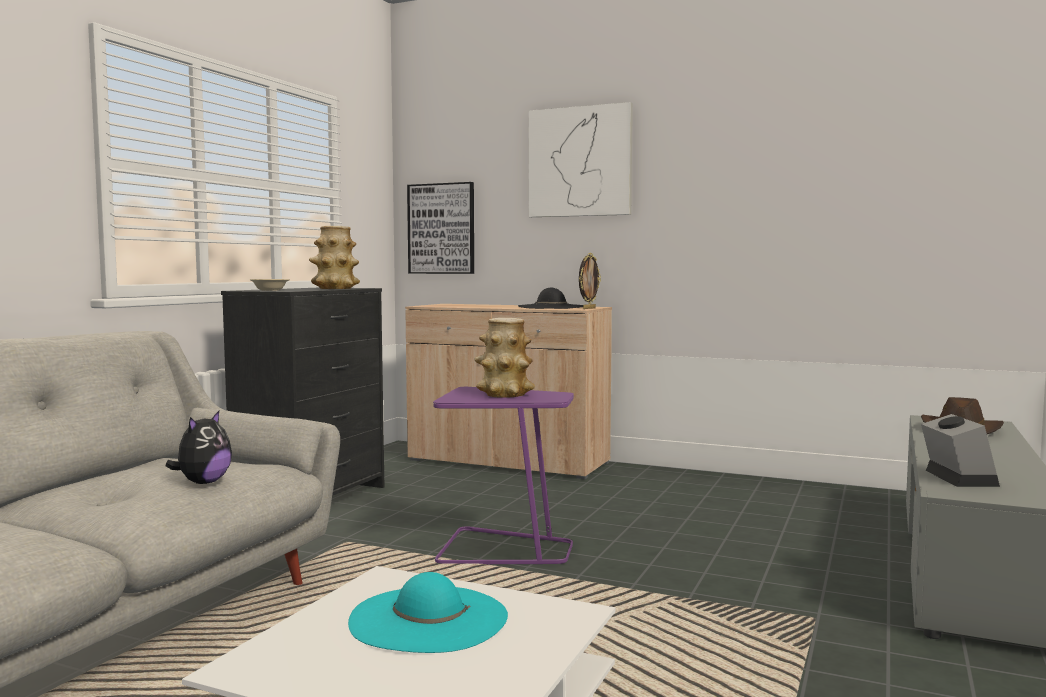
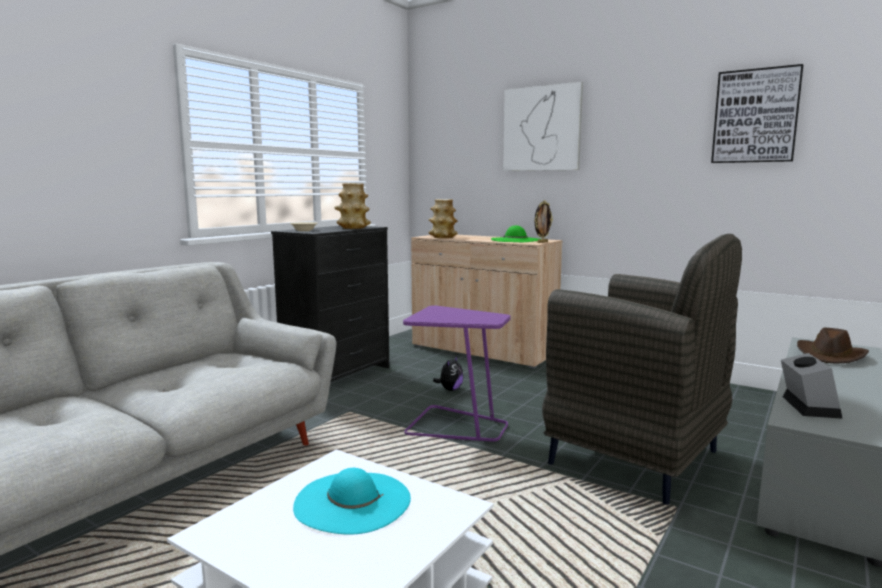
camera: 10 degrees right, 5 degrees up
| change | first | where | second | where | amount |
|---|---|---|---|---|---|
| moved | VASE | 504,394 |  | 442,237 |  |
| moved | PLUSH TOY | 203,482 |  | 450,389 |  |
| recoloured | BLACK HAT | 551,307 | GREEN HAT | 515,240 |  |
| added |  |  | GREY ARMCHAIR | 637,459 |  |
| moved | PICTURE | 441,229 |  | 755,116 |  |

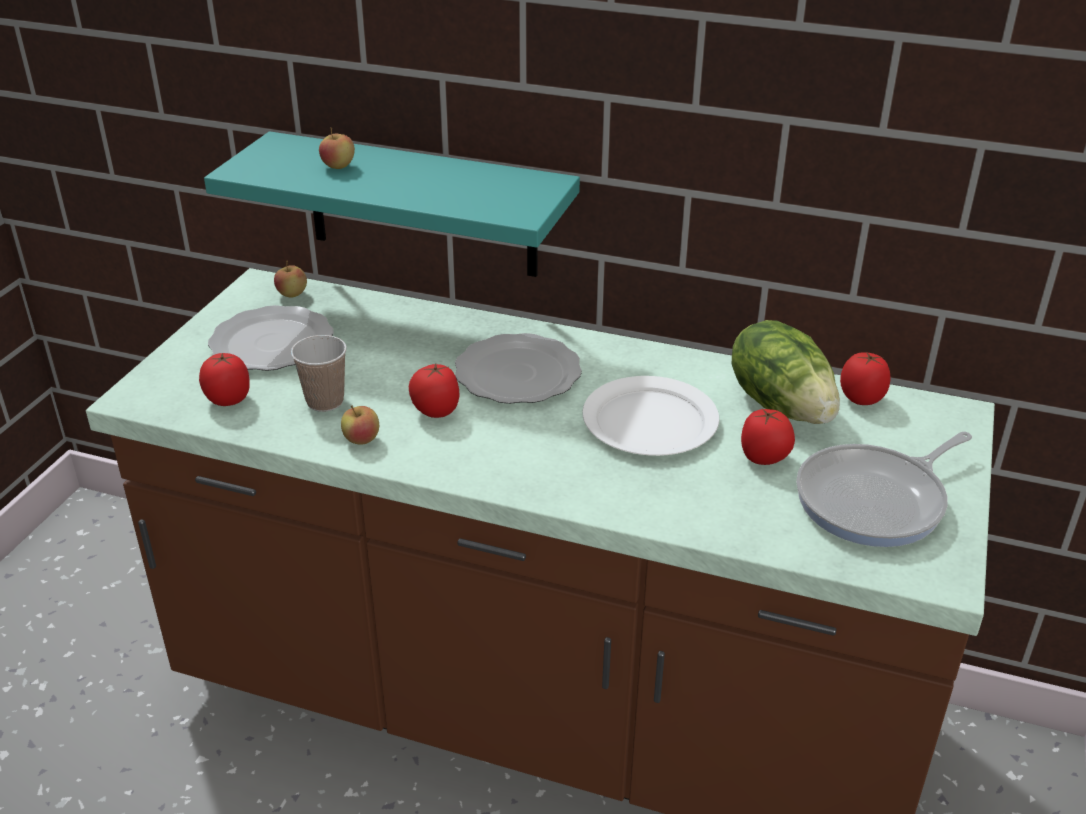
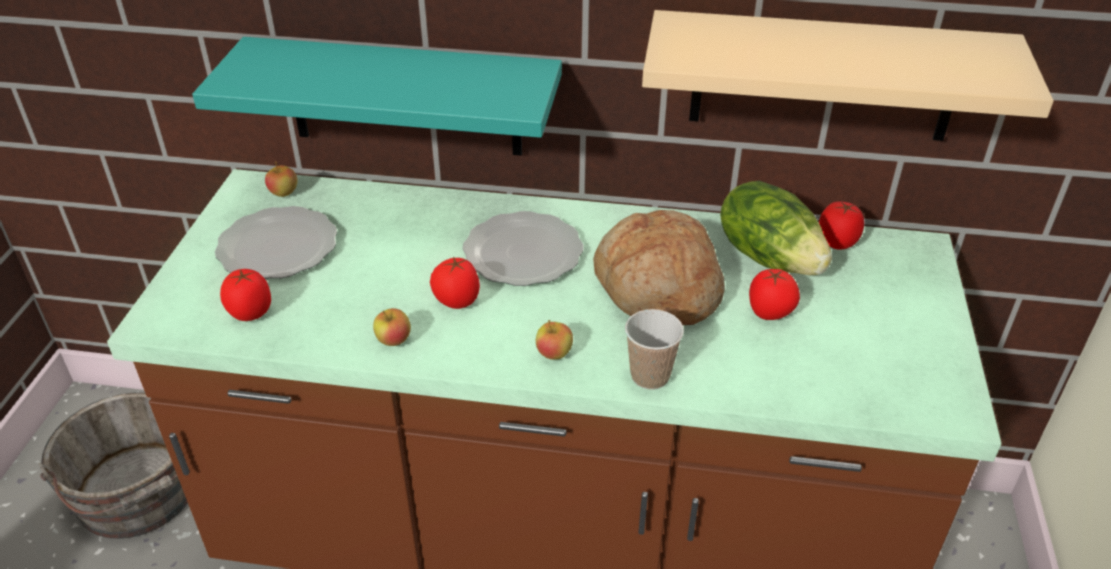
camera: 10 degrees left, 5 degrees up
| change | first | where | second | where | amount |
|---|---|---|---|---|---|
| added |  |  | GREY BUCKET | 140,496 |  |
| moved | APPLE | 338,166 |  | 554,353 |  |
| replaced | WHITE PLATE | 649,421 | BREAD | 657,288 |  |
| moved | CUP | 325,401 |  | 650,376 |  |
| added |  |  | BEIGE SHELF | 824,77 |  |
| removed | FRYING PAN | 876,501 |  |  |  |

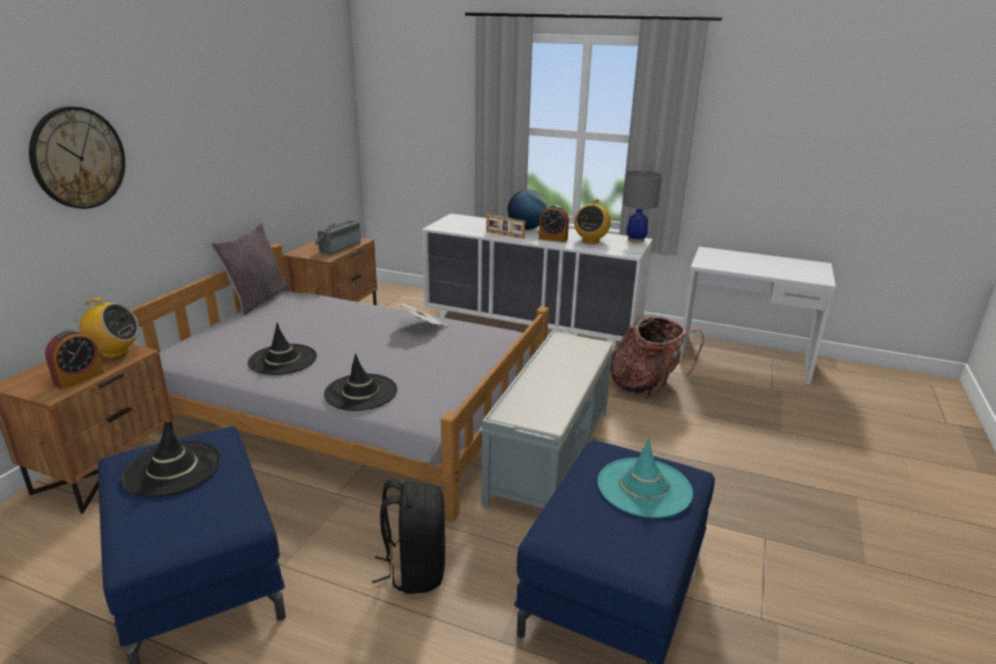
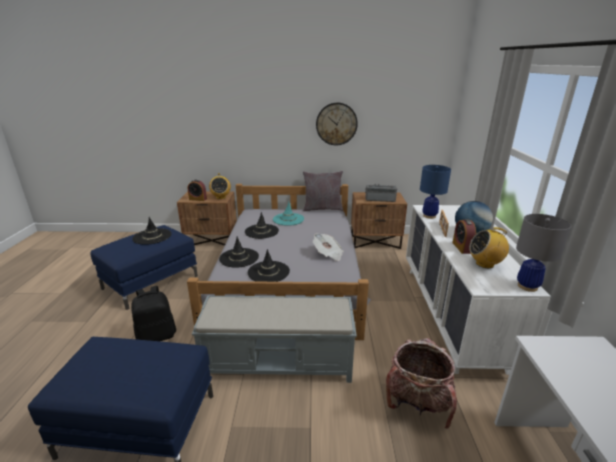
camera: 70 degrees right, 0 degrees up
| change | first | where | second | where | amount |
|---|---|---|---|---|---|
| added |  |  | BLACK HAT | 268,272 |  |
| moved | TURQUOISE HAT | 644,487 |  | 288,219 |  |
| moved | WALL CLOCK | 78,158 |  | 336,124 |  |
| added |  |  | BLUE TABLE LAMP | 429,216 |  |

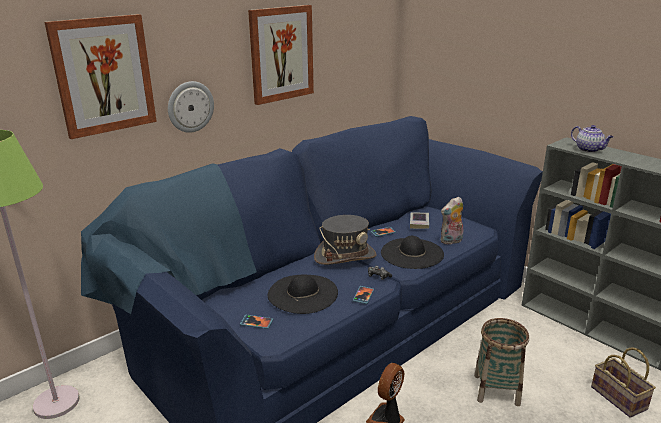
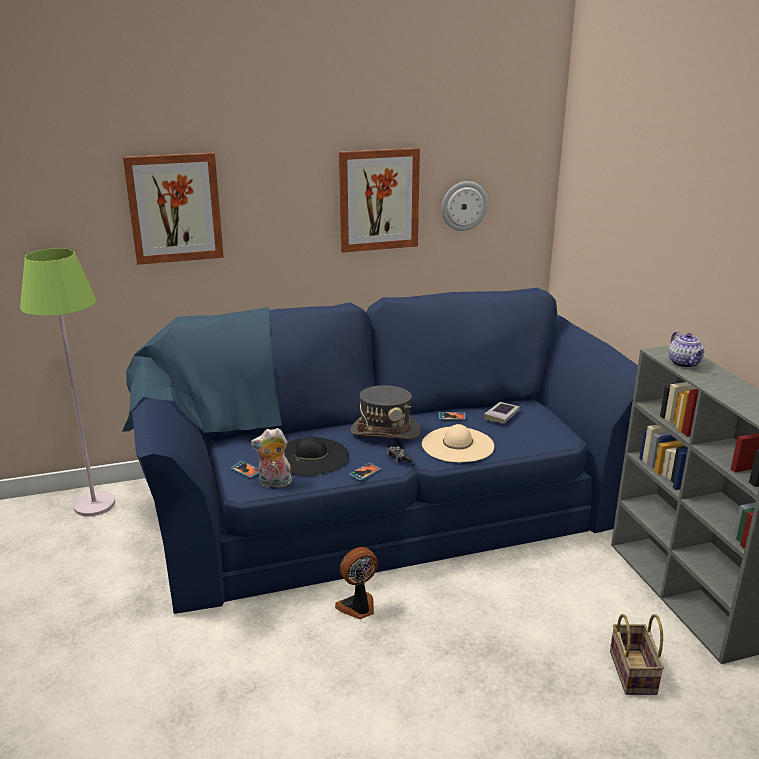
camera: 25 degrees right, 0 degrees up
| change | first | where | second | where | amount |
|---|---|---|---|---|---|
| moved | PLUSH TOY | 451,241 |  | 274,483 |  |
| recoloured | BLACK HAT | 412,253 | BEIGE HAT | 458,445 |  |
| moved | WALL CLOCK | 190,106 |  | 464,206 |  |
| removed | BASKET | 496,389 |  |  |  |

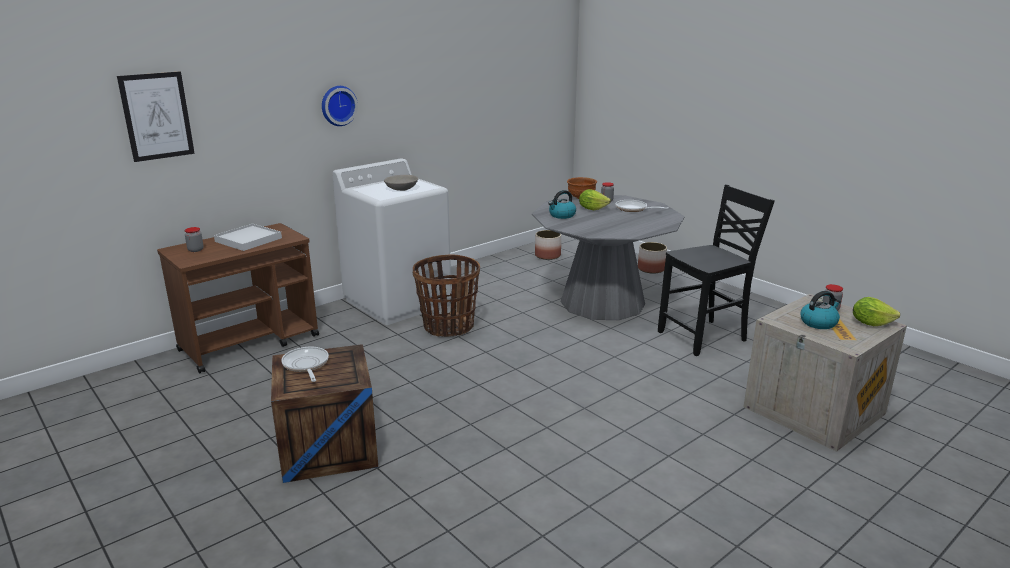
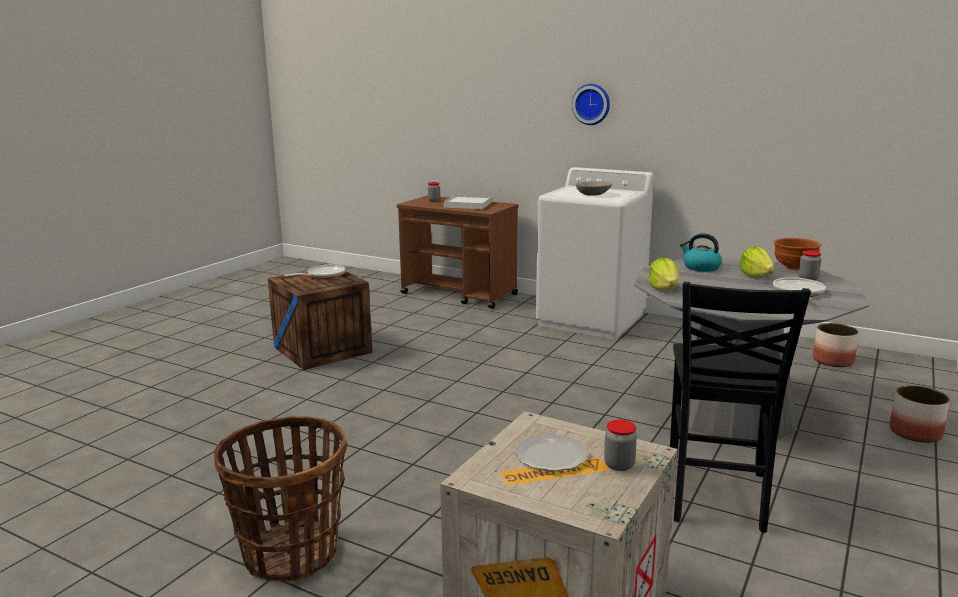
camera: 70 degrees right, 5 degrees down
| change | first | where | second | where | amount |
|---|---|---|---|---|---|
| moved | BASKET | 448,327 |  | 291,553 |  |
| replaced | KETTLE | 818,323 | PLATE | 551,455 |  |
| moved | LETTUCE | 870,323 |  | 664,289 |  |
| turned | BLACK CHAIR | 704,337 |  | 716,497 | 60 degrees clockwise |
| removed | PICTURE | 157,116 |  |  |  |

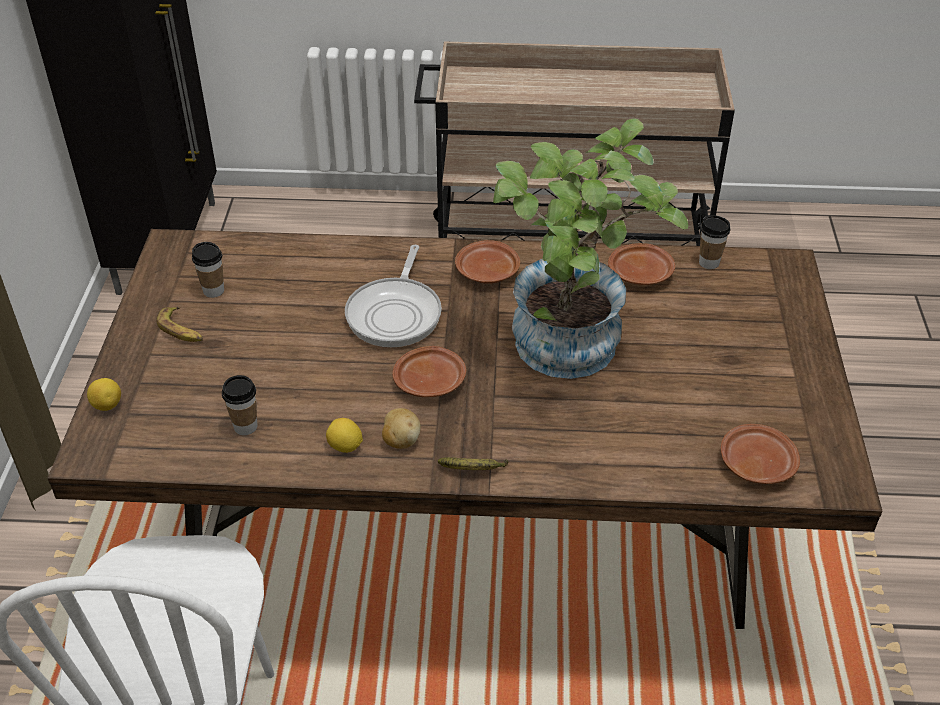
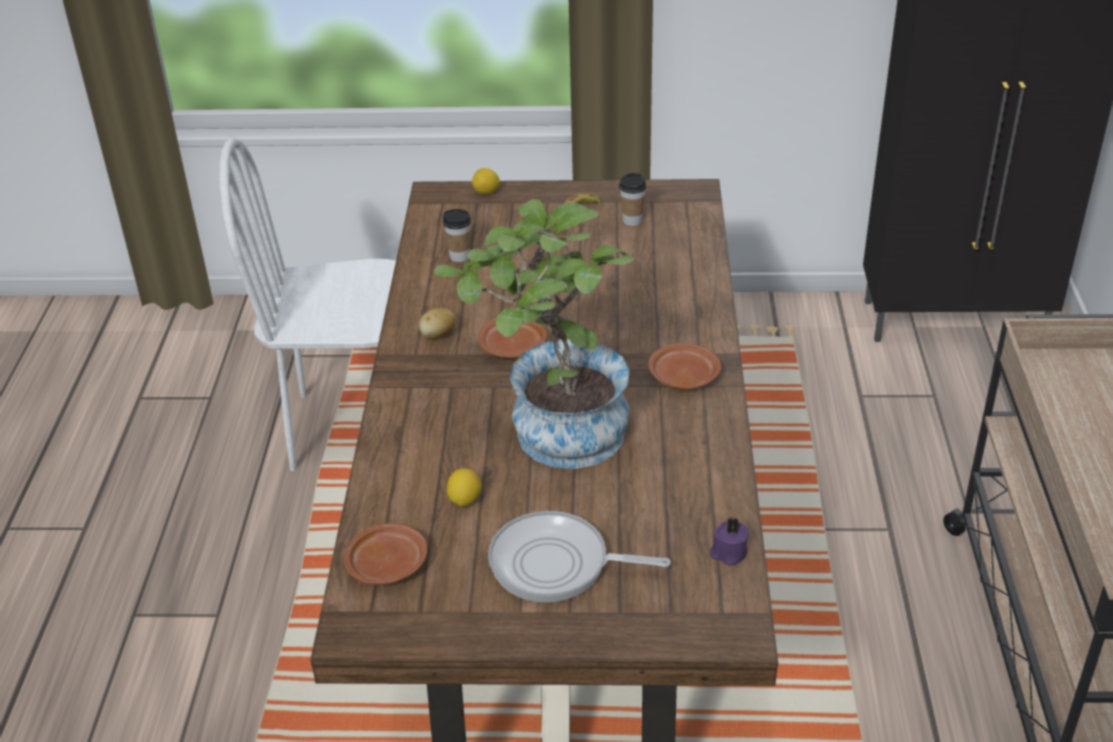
camera: 90 degrees right, 5 degrees down
| change | first | where | second | where | amount |
|---|---|---|---|---|---|
| moved | LEMON | 345,447 |  | 464,500 |  |
| moved | FRYING PAN | 396,313 |  | 556,565 |  |
| replaced | CUP | 709,263 | PURPLE CANDLE | 728,553 |  |
| removed | BANANA | 473,470 |  |  |  |
| removed | BROWN PLATE | 641,273 |  |  |  |

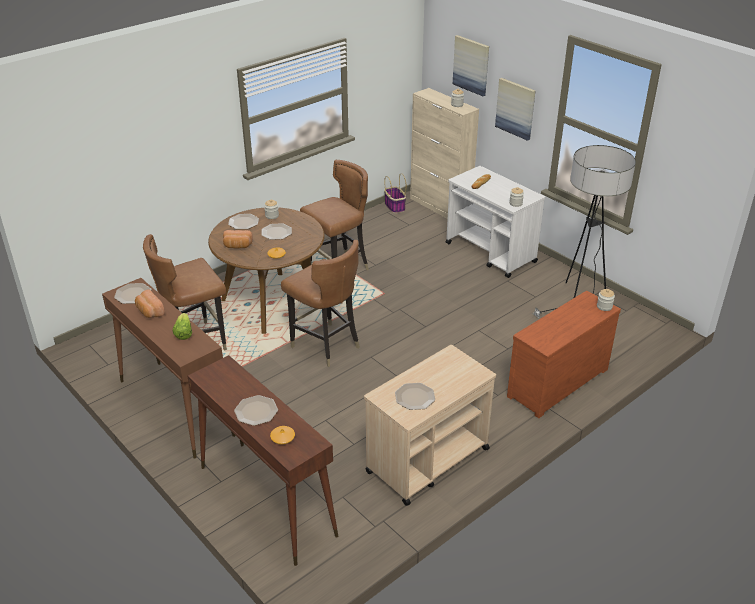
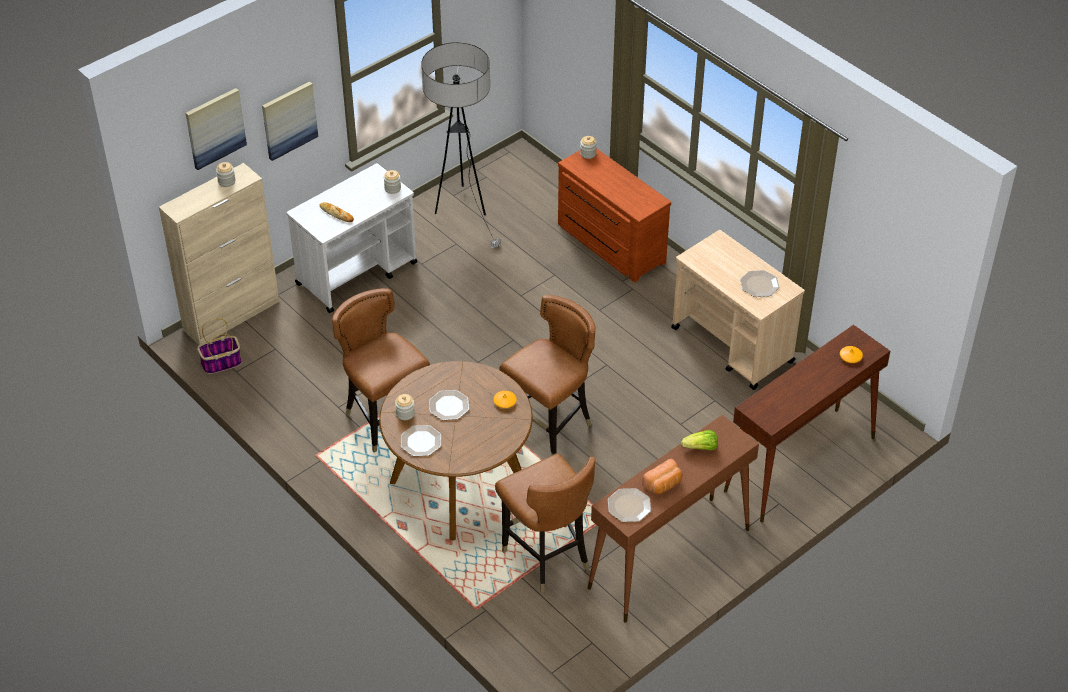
camera: 90 degrees left, 10 degrees up
| change | first | where | second | where | amount |
|---|---|---|---|---|---|
| removed | BREAD | 237,246 |  |  |  |
| removed | PLATE | 256,411 |  |  |  |

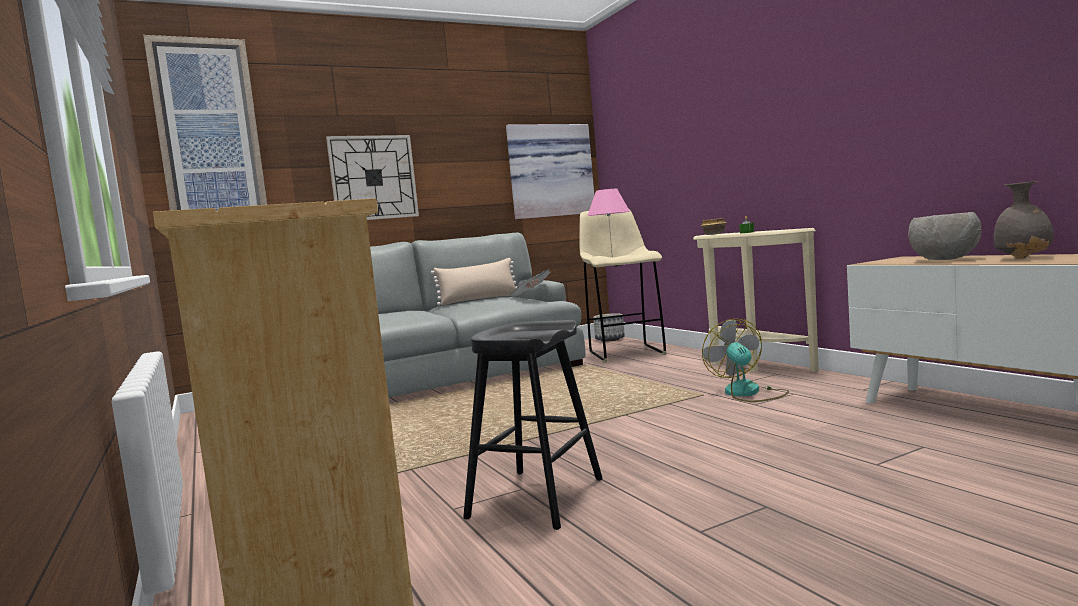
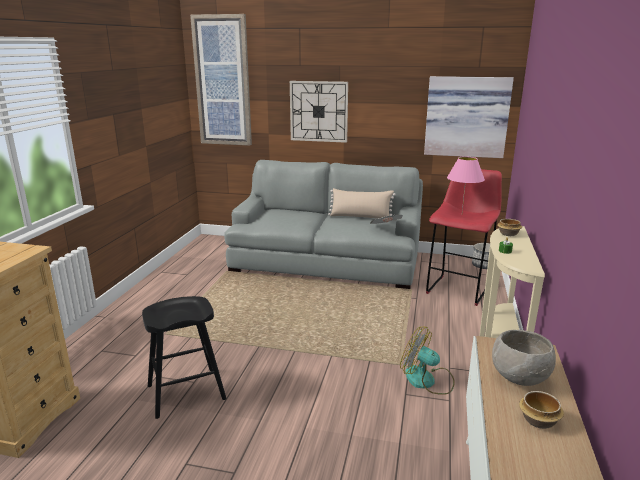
camera: 40 degrees right, 15 degrees up
| change | first | where | second | where | amount |
|---|---|---|---|---|---|
| turned | FAN | 748,393 |  | 427,380 | 90 degrees counterclockwise |
| recoloured | BEIGE STOOL | 625,353 | RED STOOL | 458,289 |  |
| replaced | GREY VASE | 1024,258 | BOWL | 539,421 |  |

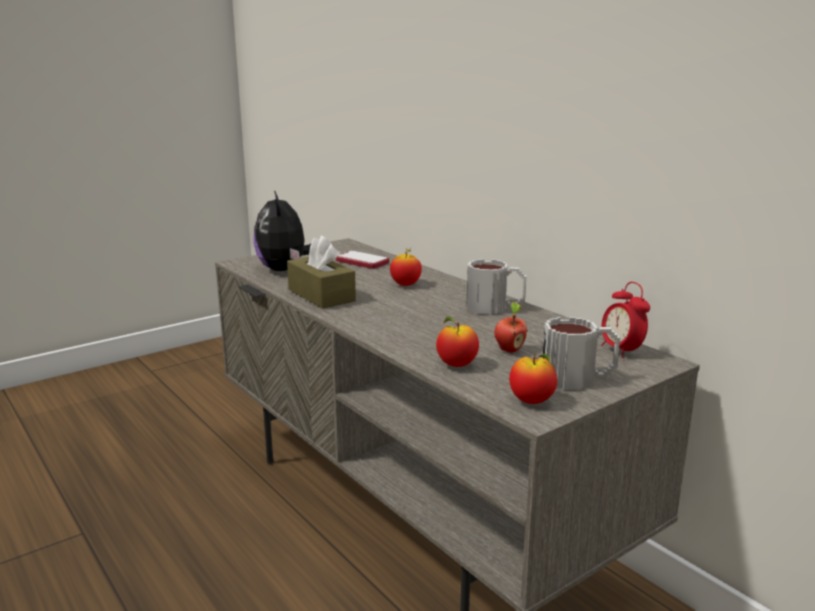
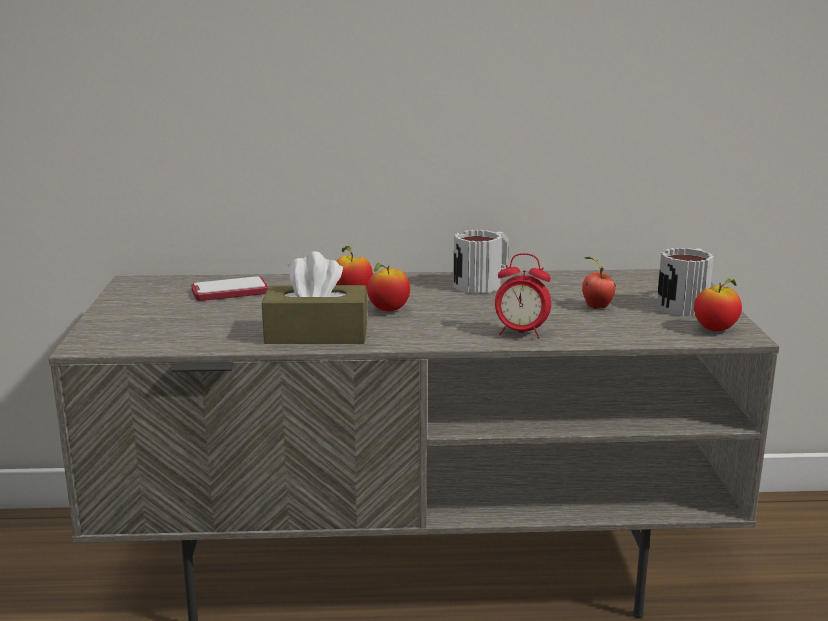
camera: 55 degrees left, 0 degrees up
| change | first | where | second | where | amount |
|---|---|---|---|---|---|
| moved | APPLE | 457,365 |  | 388,310 |  |
| moved | ALARM CLOCK | 621,351 |  | 521,333 |  |
| removed | PLUSH TOY | 285,269 |  |  |  |

